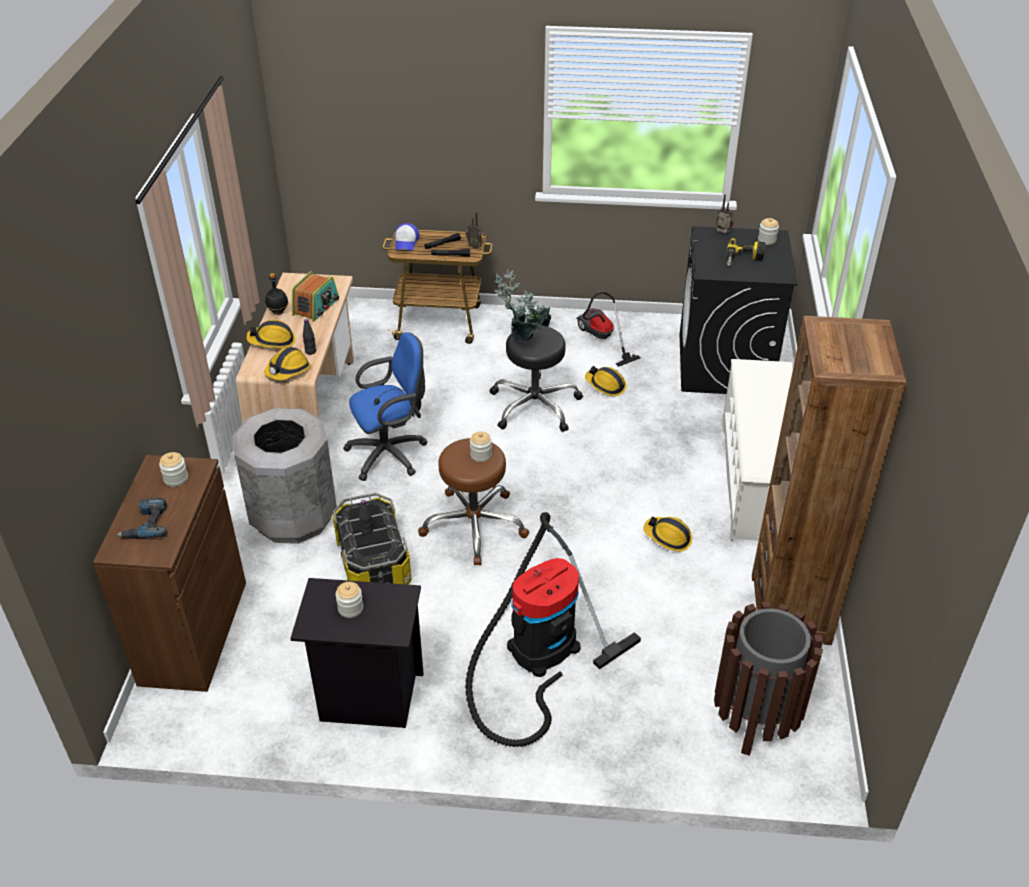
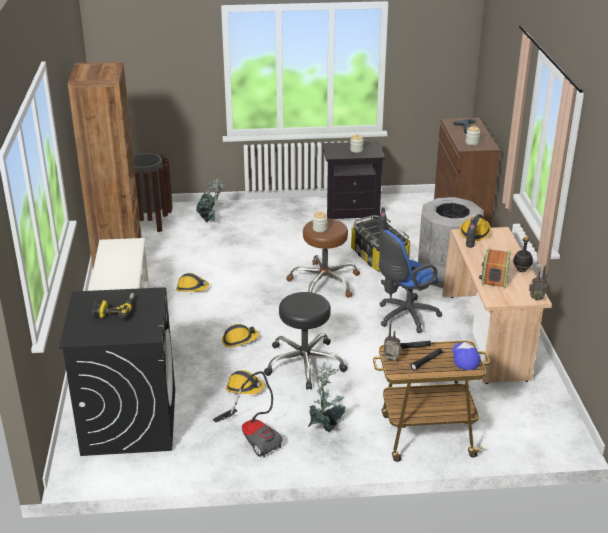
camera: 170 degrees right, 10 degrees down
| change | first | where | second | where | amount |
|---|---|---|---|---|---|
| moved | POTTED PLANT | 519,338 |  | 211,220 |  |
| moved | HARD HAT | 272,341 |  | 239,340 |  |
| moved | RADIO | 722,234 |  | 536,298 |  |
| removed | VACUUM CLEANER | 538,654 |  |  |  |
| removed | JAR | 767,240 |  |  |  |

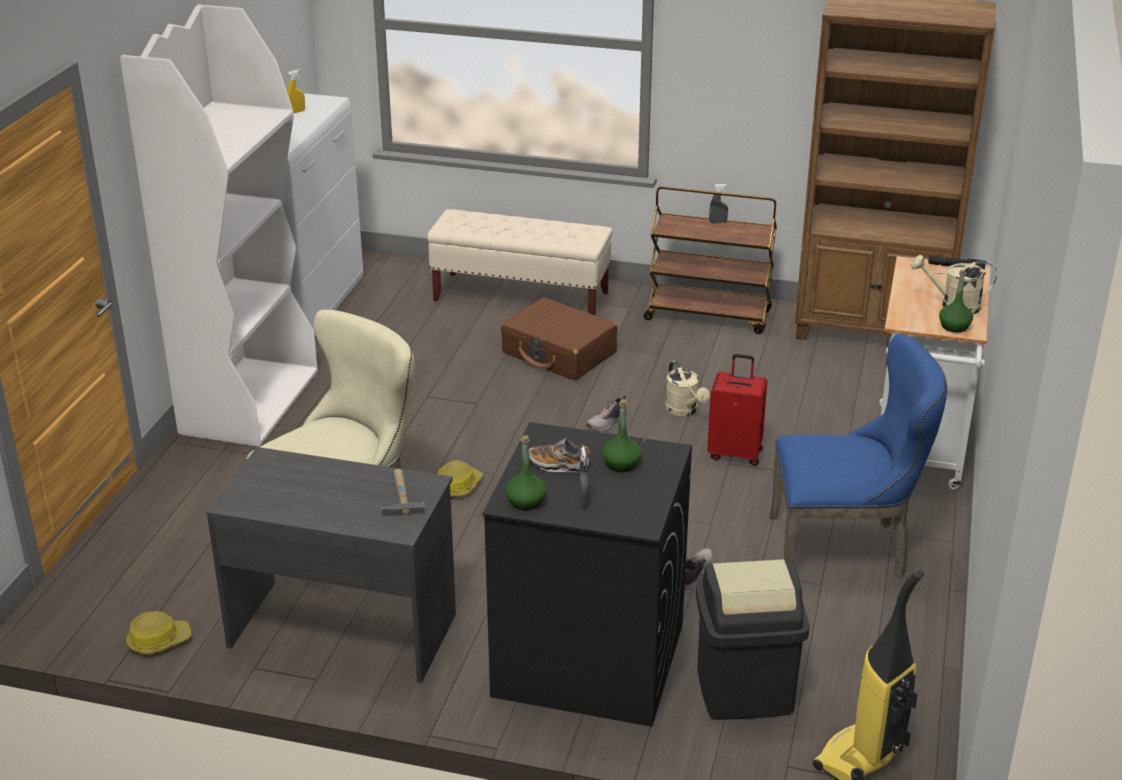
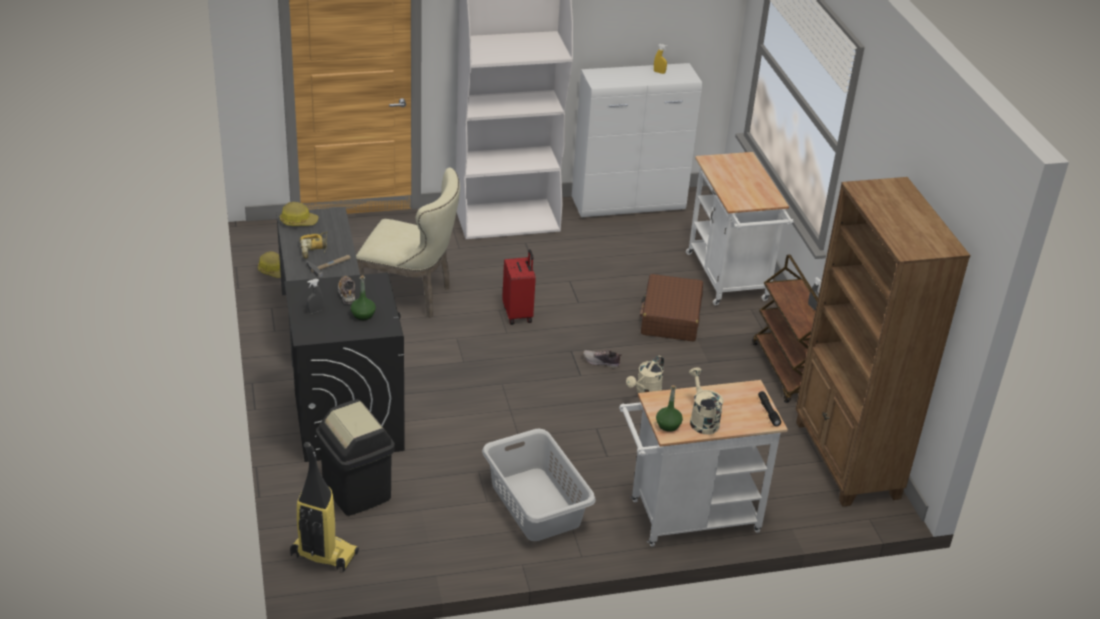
camera: 60 degrees right, 5 degrees up
| change | first | where | second | where | amount |
|---|---|---|---|---|---|
| moved | HARD HAT | 457,486 |  | 298,221 |  |
| added |  |  | POWER DRILL | 314,249 |  |
| replaced | BLUE CHAIR | 846,548 | GREY LAUNDRY BASKET | 535,505 |  |
| moved | RED SUITCASE | 735,453 |  | 518,314 |  |
| replaced | BEIGE BENCH | 521,297 | WHITE CART | 729,280 |  |
| removed | GREEN BOTTLE | 526,502 |  |  |  |
| removed | SHOE | 694,574 |  |  |  |

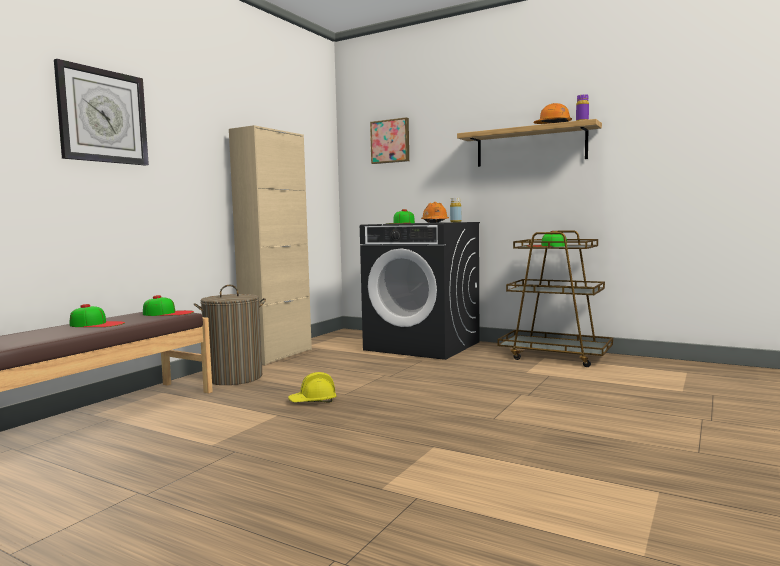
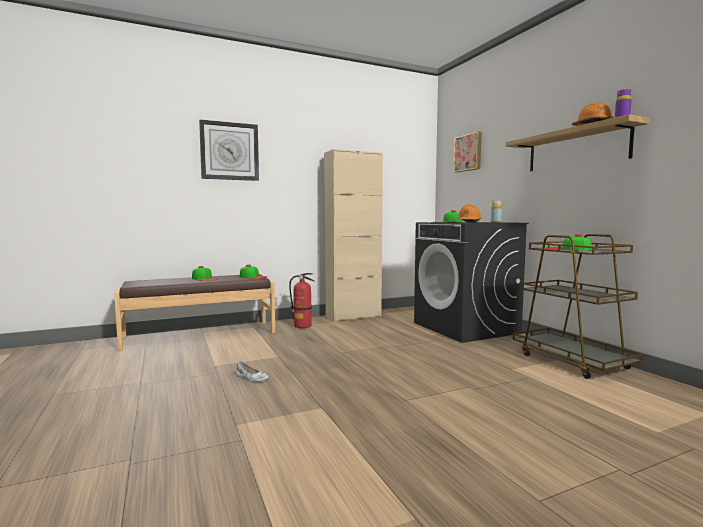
camera: 35 degrees right, 0 degrees up
| change | first | where | second | where | amount |
|---|---|---|---|---|---|
| added |  |  | WHITE SHOE | 251,378 |  |
| replaced | LAUNDRY BASKET | 234,377 | FIRE EXTINGUISHER | 303,326 |  |
| removed | YELLOW HARD HAT | 313,401 |  |  |  |

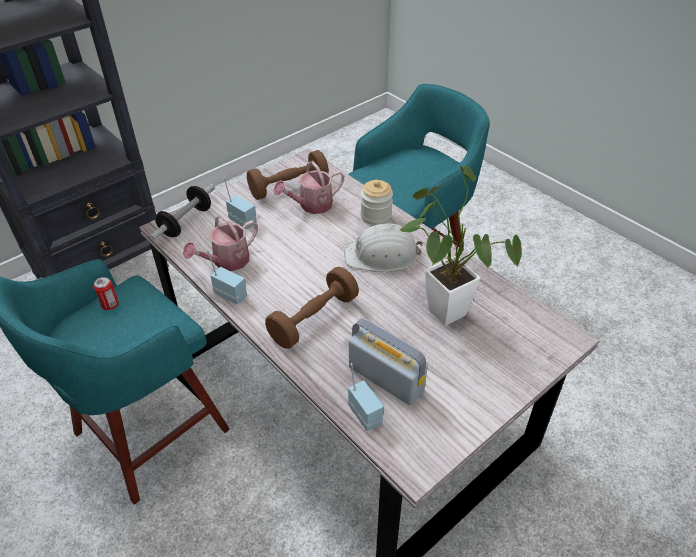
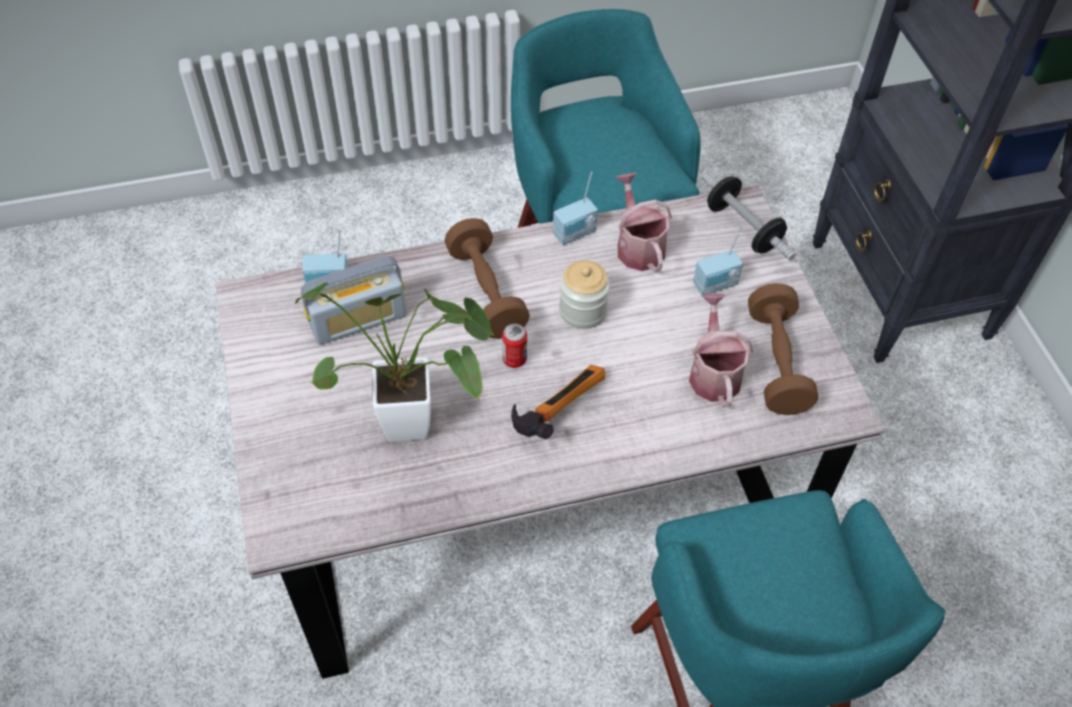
camera: 115 degrees right, 10 degrees up
| change | first | where | second | where | amount |
|---|---|---|---|---|---|
| moved | CAN | 110,305 |  | 514,359 |  |
| replaced | WHITE HARD HAT | 382,255 | HAMMER | 555,408 |  |
| moved | JAR | 376,216 |  | 582,310 |  |

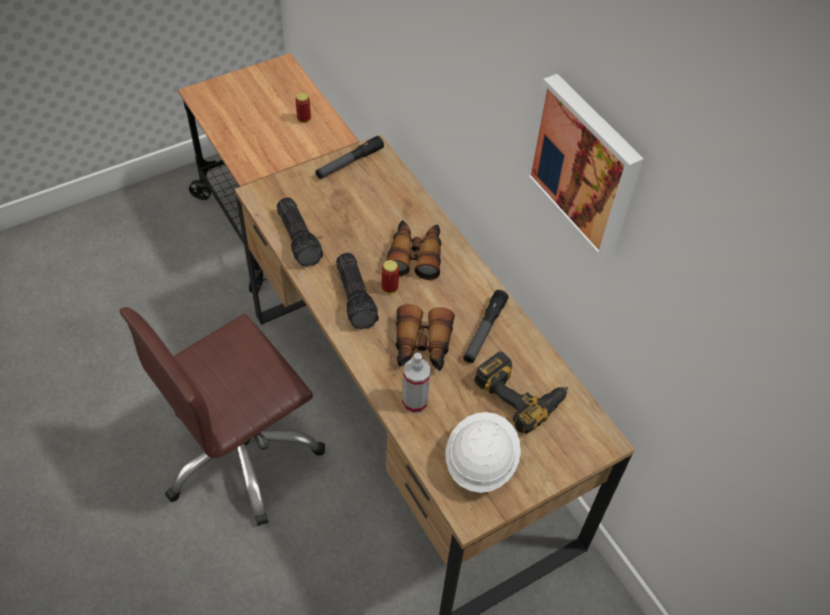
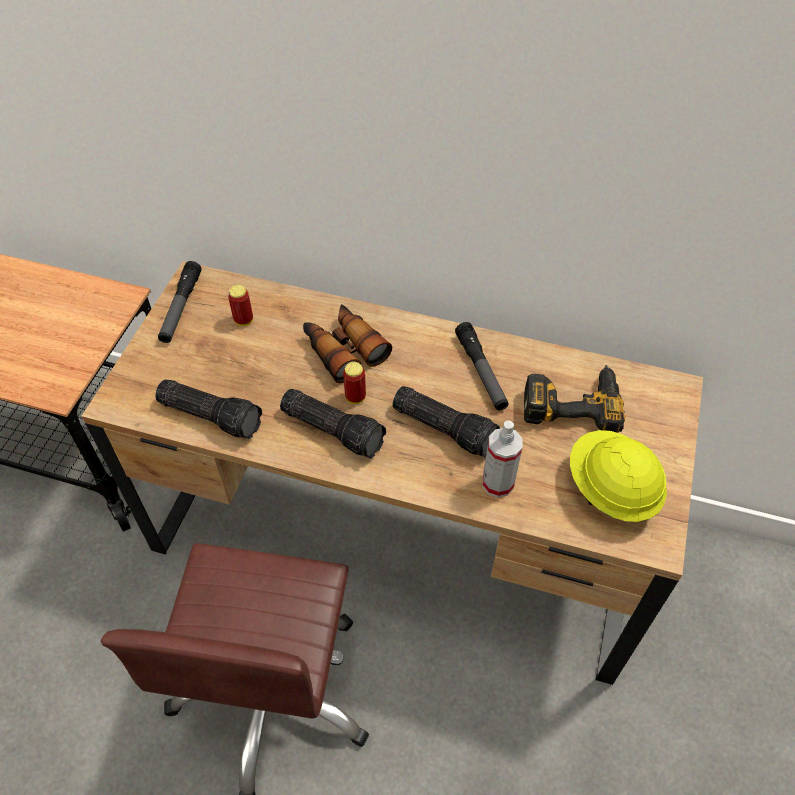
camera: 40 degrees left, 0 degrees up
| change | first | where | second | where | amount |
|---|---|---|---|---|---|
| moved | CAN | 304,119 |  | 243,320 |  |
| replaced | BINOCULARS | 422,346 | FLASHLIGHT | 445,427 |  |
| recoloured | WHITE HARD HAT | 480,462 | YELLOW HARD HAT | 611,489 |  |
| removed | PICTURE | 586,165 |  |  |  |

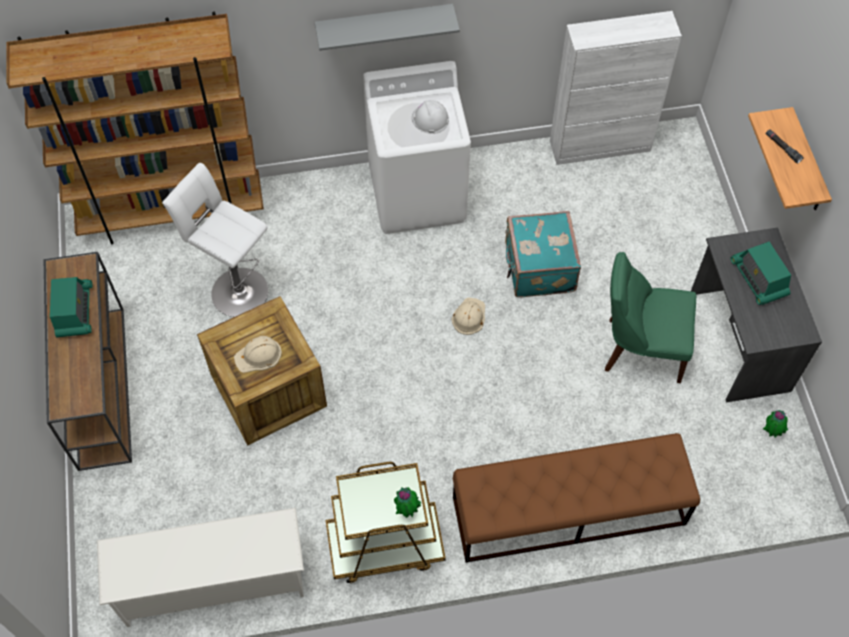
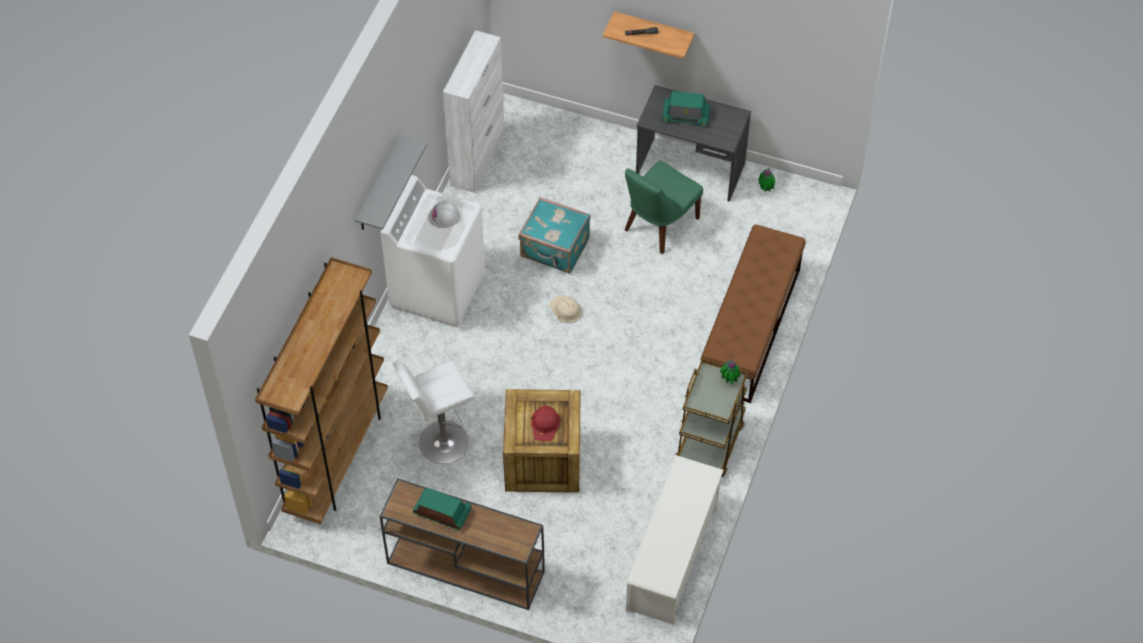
camera: 60 degrees left, 5 degrees down
| change | first | where | second | where | amount |
|---|---|---|---|---|---|
| recoloured | BEIGE HARD HAT | 258,356 | RED HARD HAT | 545,424 |  |

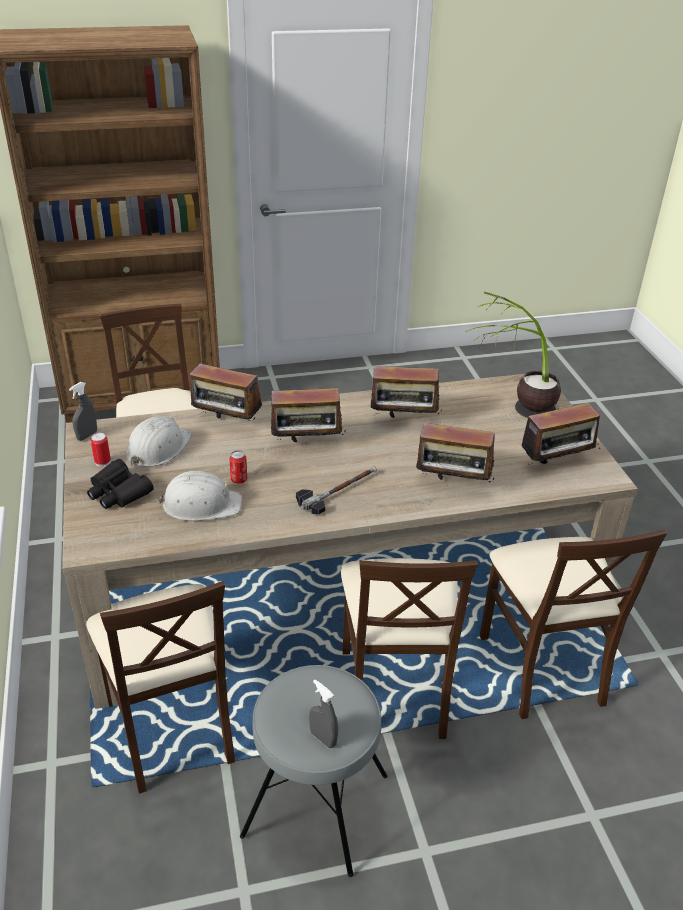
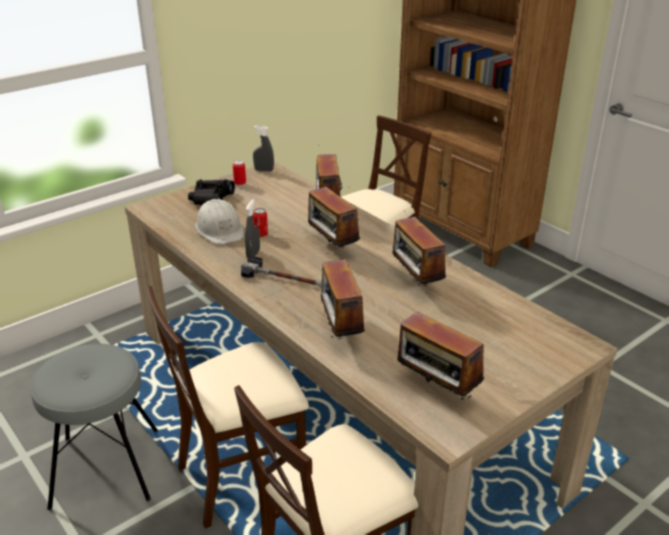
camera: 65 degrees right, 5 degrees down
| change | first | where | second | where | amount |
|---|---|---|---|---|---|
| moved | GREY SPRAY BOTTLE | 323,738 |  | 253,254 |  |
| removed | BEIGE CHAIR | 172,728 |  |  |  |
| removed | WHITE HARD HAT | 158,448 |  |  |  |
| removed | POTTED PLANT | 512,412 |  |  |  |

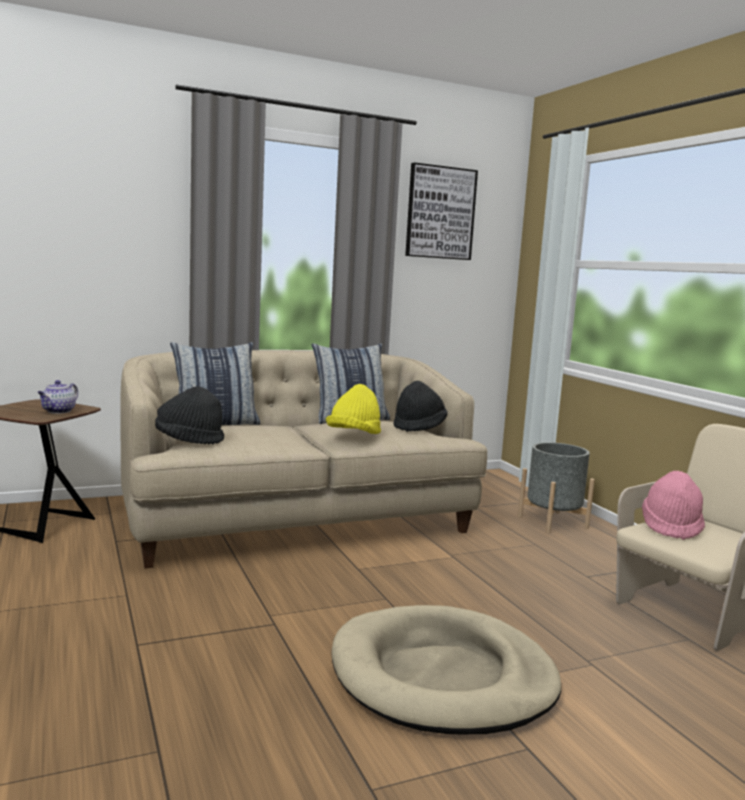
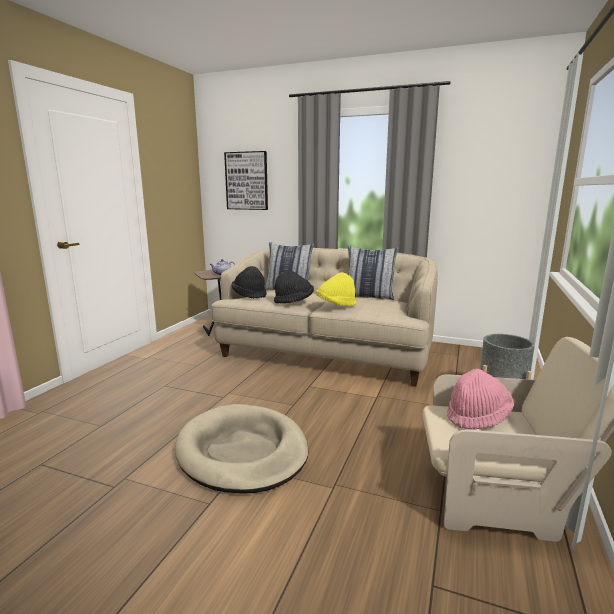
camera: 45 degrees right, 5 degrees up
| change | first | where | second | where | amount |
|---|---|---|---|---|---|
| moved | PICTURE | 440,213 |  | 247,181 |  |
| moved | BLACK HAT | 419,427 |  | 294,301 |  |

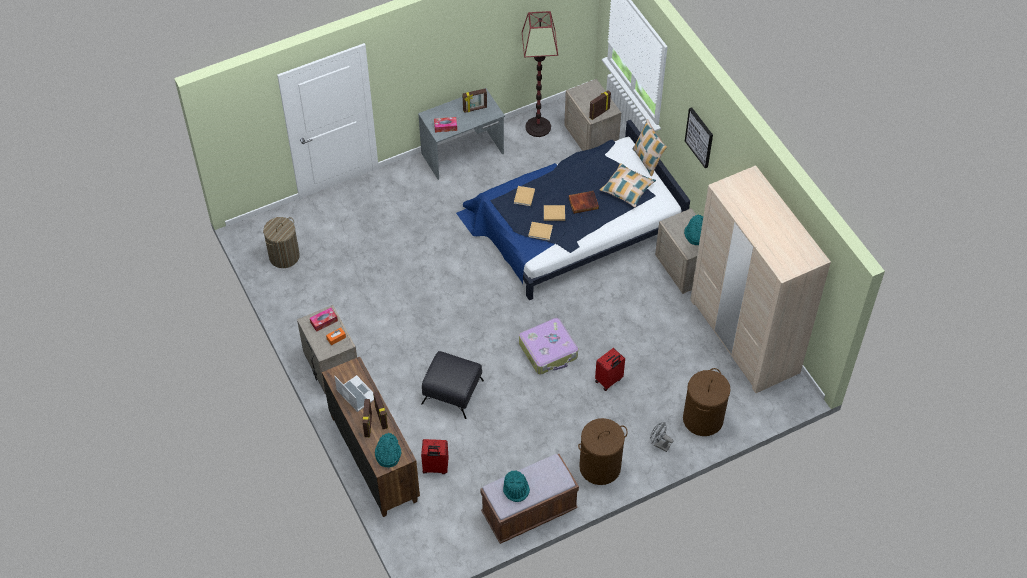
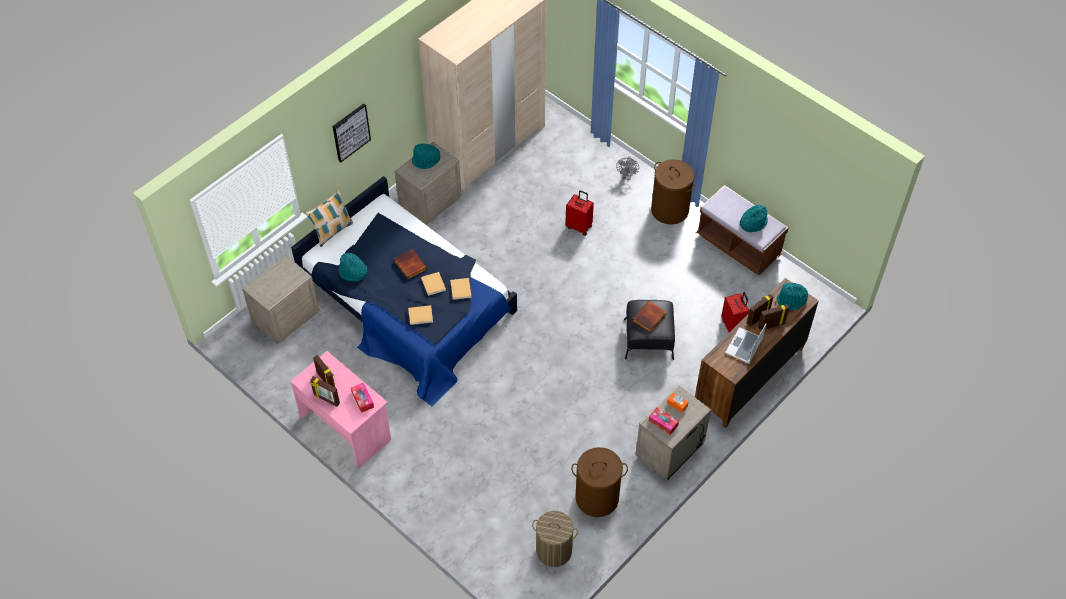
camera: 110 degrees left, 0 degrees up
| change | first | where | second | where | amount |
|---|---|---|---|---|---|
| recoloured | GREY DESK | 463,154 | PINK DESK | 346,427 |  |
| moved | PICTURE FRAME | 599,113 |  | 326,399 |  |
| added |  |  | TURQUOISE HAT | 352,272 |  |
| moved | BROWN LAUNDRY BASKET | 703,419 |  | 597,497 |  |
| added |  |  | BOOK | 649,318 |  |
| removed | SUITCASE | 549,351 |  |  |  |
| removed | FLOOR LAMP | 538,127 |  |  |  |
| removed | PILLOW | 627,188 |  |  |  |

